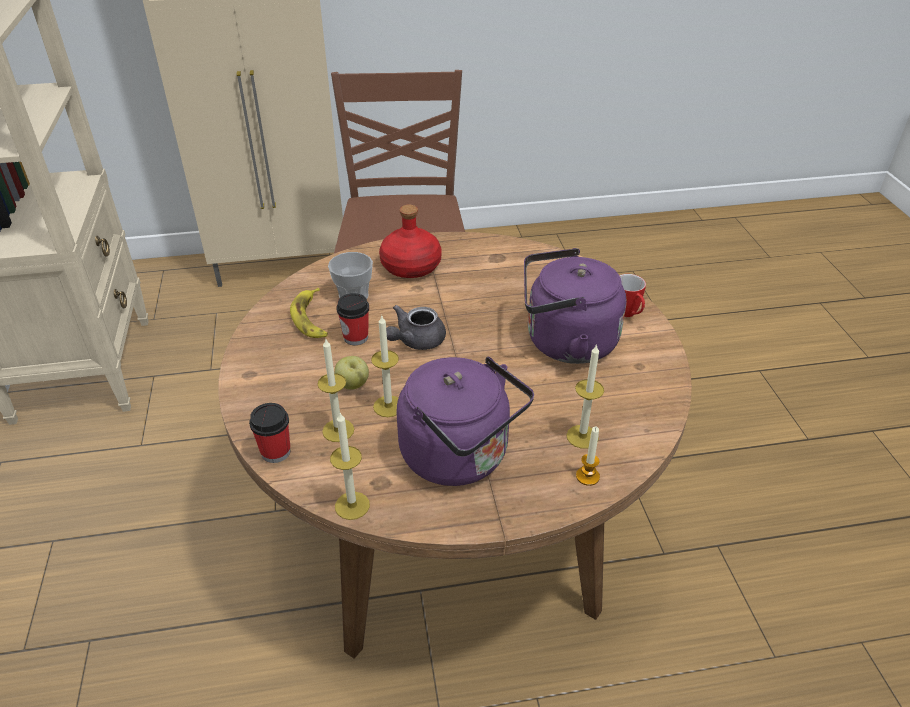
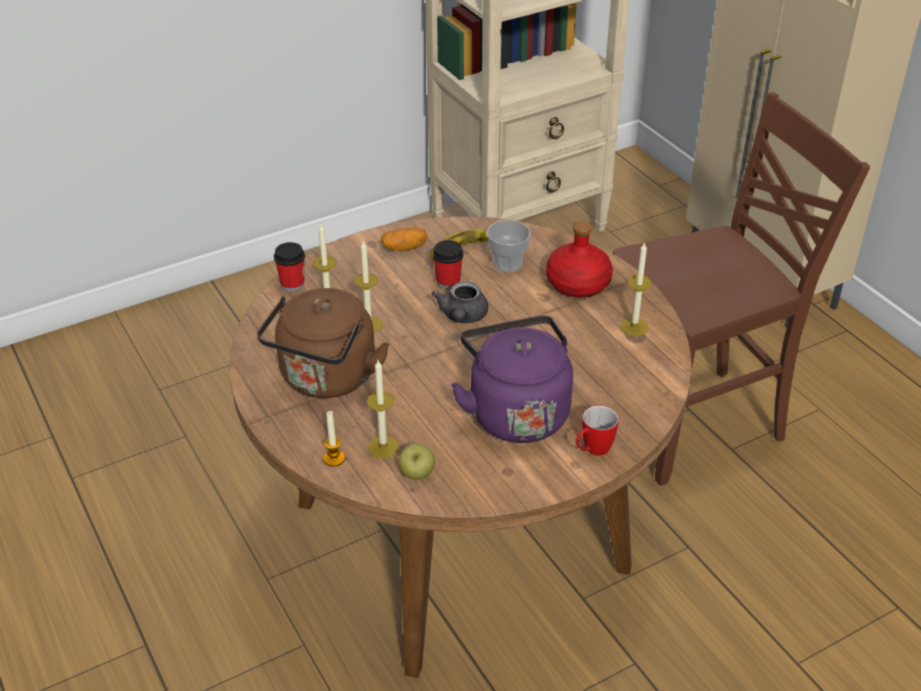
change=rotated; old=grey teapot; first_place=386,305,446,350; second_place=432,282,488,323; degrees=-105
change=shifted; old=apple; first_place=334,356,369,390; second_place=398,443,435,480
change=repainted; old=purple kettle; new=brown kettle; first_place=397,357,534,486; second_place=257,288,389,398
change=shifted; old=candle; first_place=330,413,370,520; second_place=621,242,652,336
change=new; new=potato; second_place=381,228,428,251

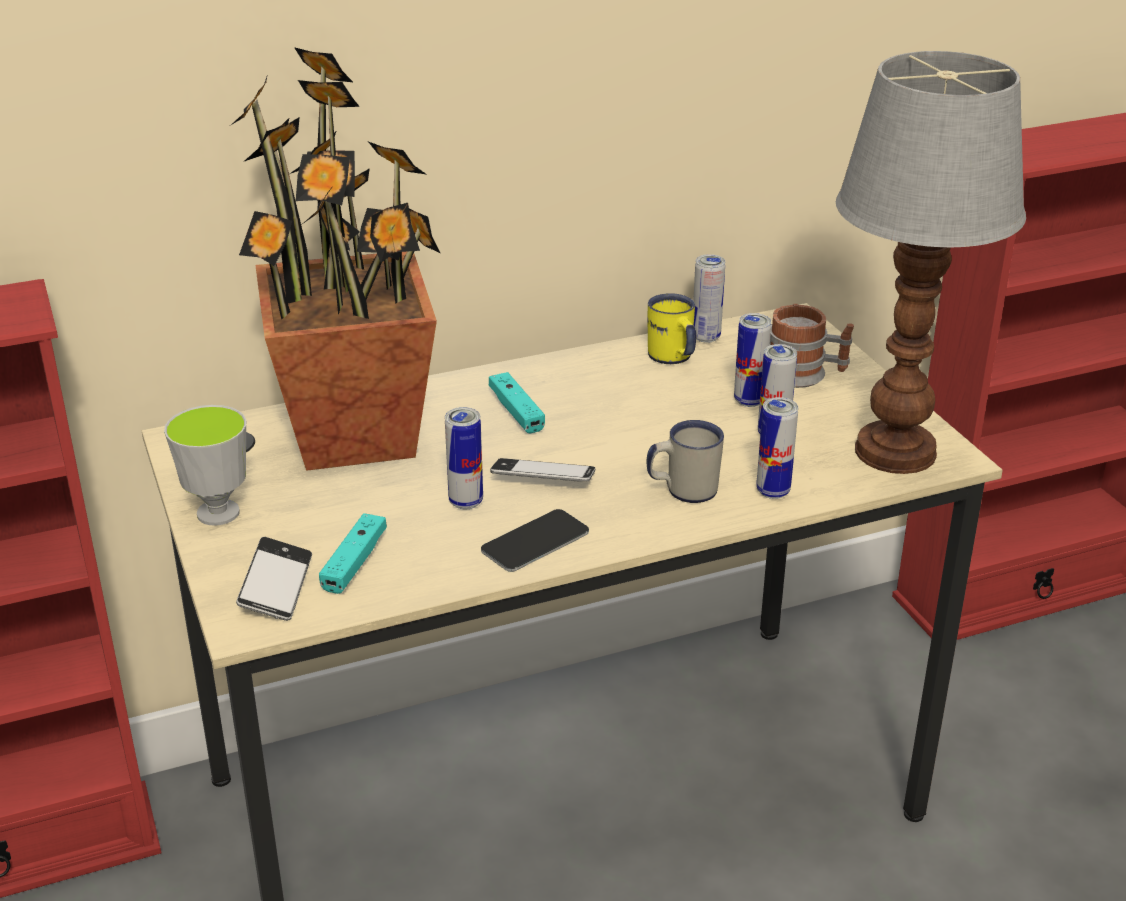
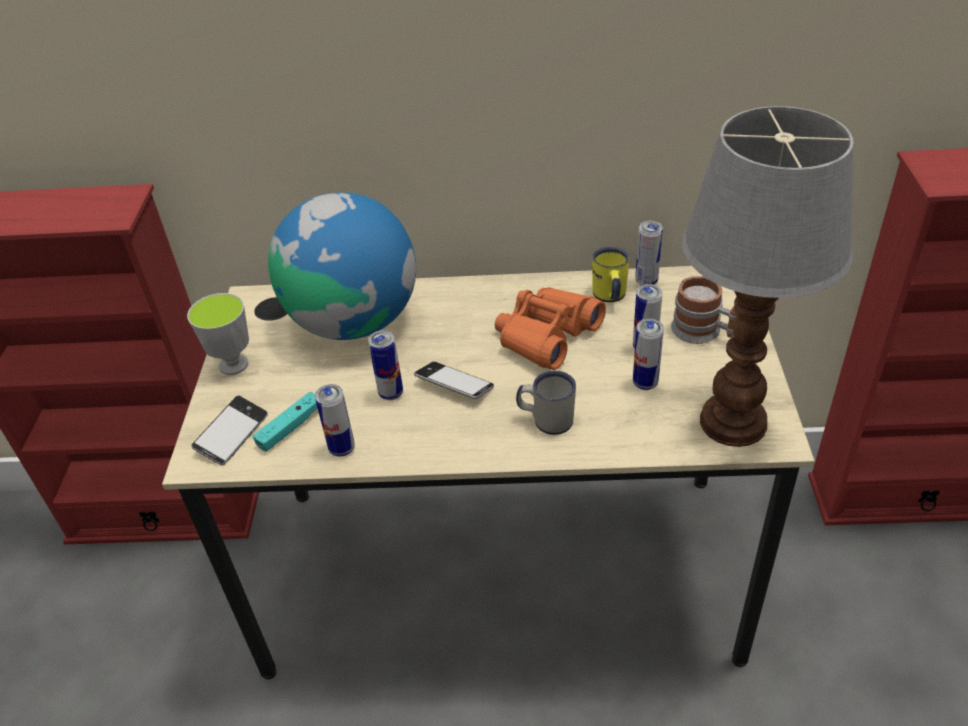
change=swapped; old=potted plant; new=globe; first_place=231,47,440,471; second_place=268,192,416,340
change=gone; old=turquoise game controller; first_place=489,372,545,433
change=shifted; old=can; first_place=756,397,798,499; second_place=315,384,355,457
change=gone; old=phone; first_place=481,509,589,572
change=new; new=orange binoculars; second_place=495,287,606,370

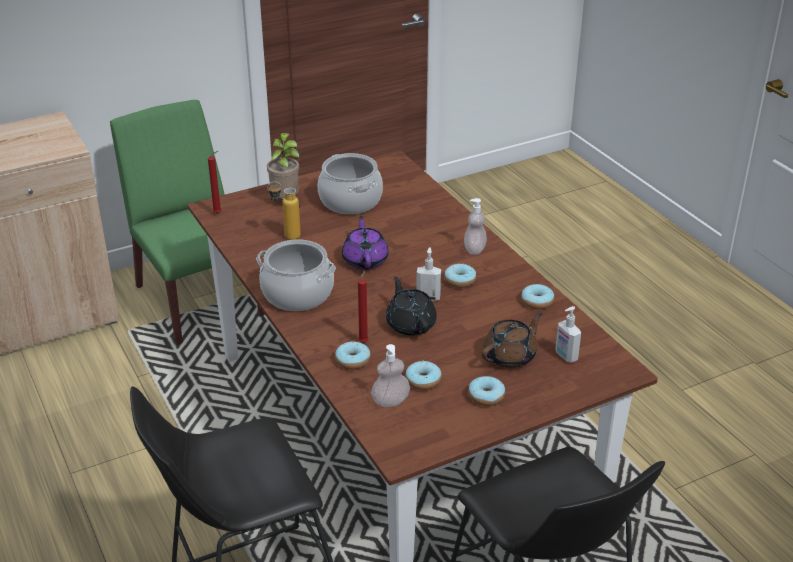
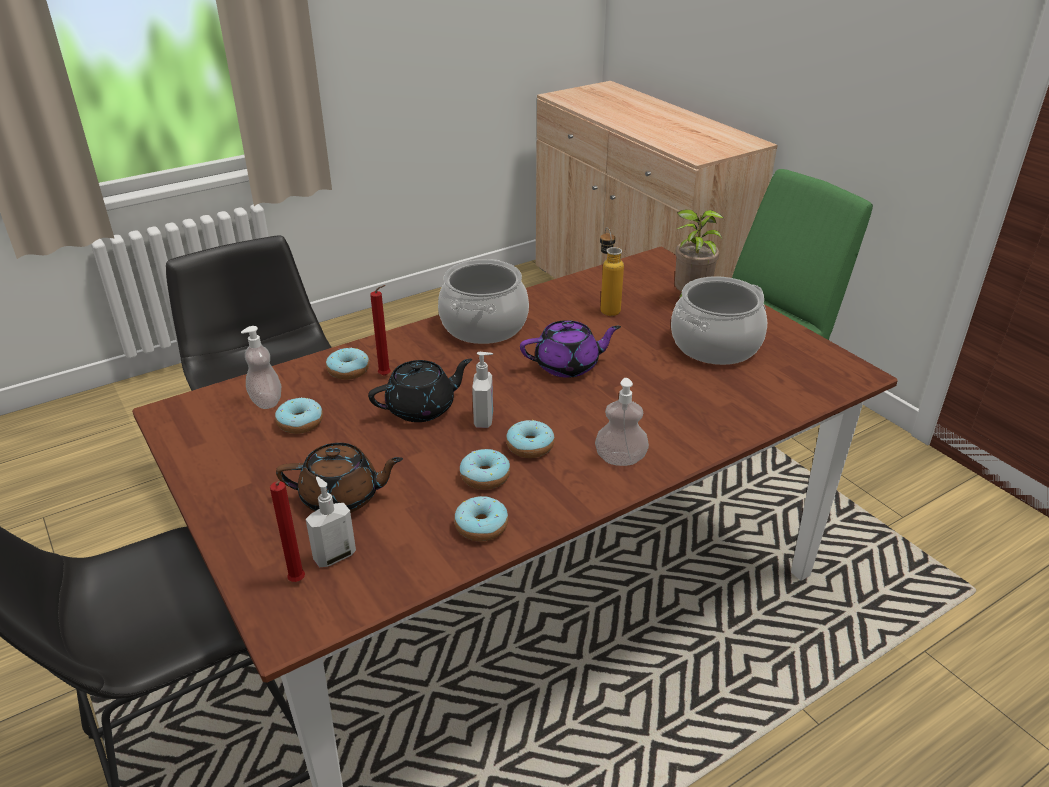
change=shifted; old=red candle; first_place=208,151,221,214; second_place=270,481,305,582
change=rotated; old=brown teapot; first_place=482,313,542,368; second_place=276,443,403,513; degrees=-45
change=shifted; old=donut; first_place=468,376,505,406; second_place=460,449,510,490

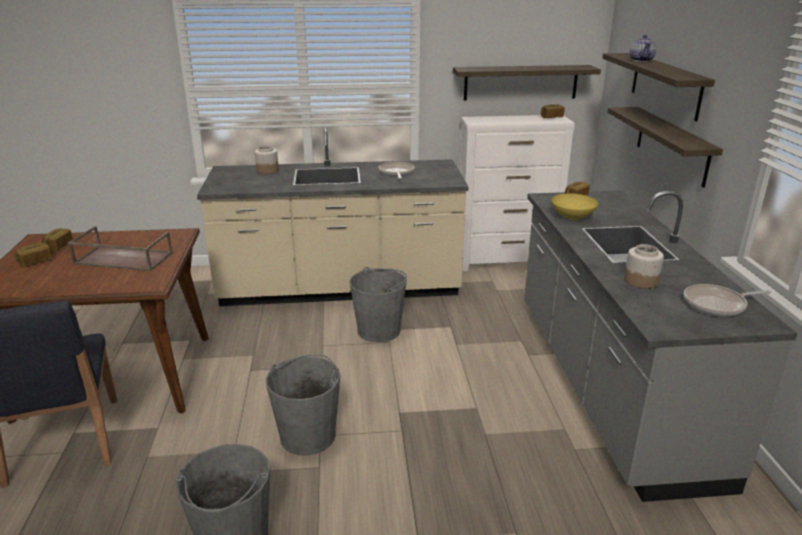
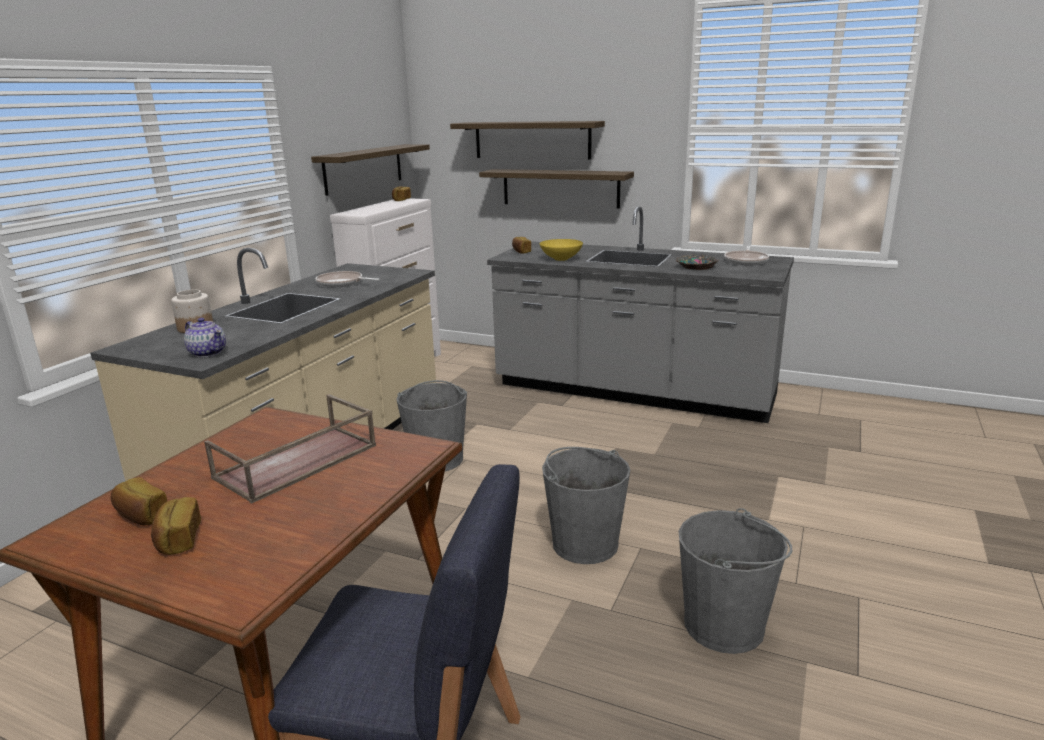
change=shifted; old=teapot; first_place=630,35,656,62; second_place=184,318,226,358
change=swapped; old=jar; new=bowl; first_place=624,244,664,289; second_place=676,254,719,270

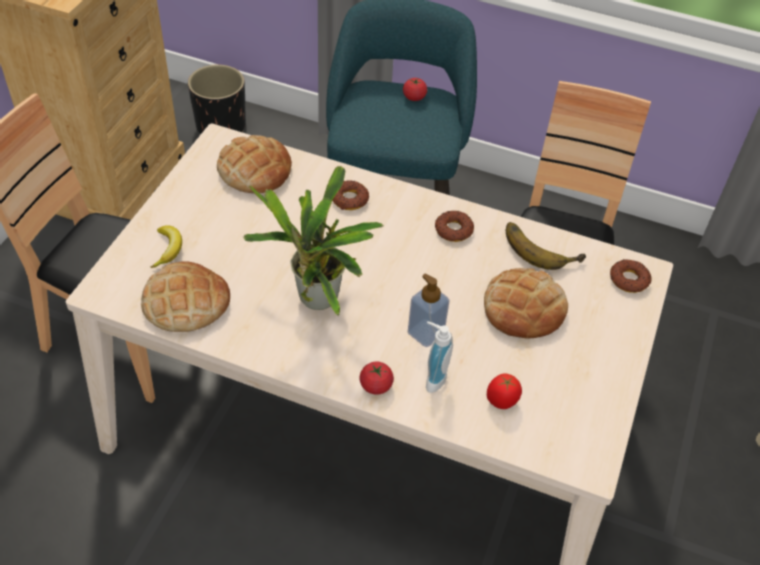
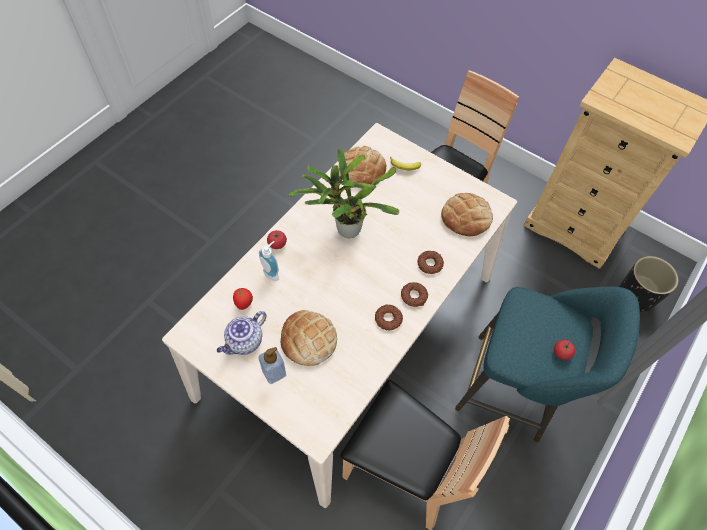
change=gone; old=banana; first_place=506,222,586,270
change=shifted; old=donut; first_place=610,259,651,293; second_place=401,282,428,307
change=shifted; old=soap dispenser; first_place=408,274,450,347; second_place=258,347,286,384
change=new; new=teapot; second_place=217,311,267,355

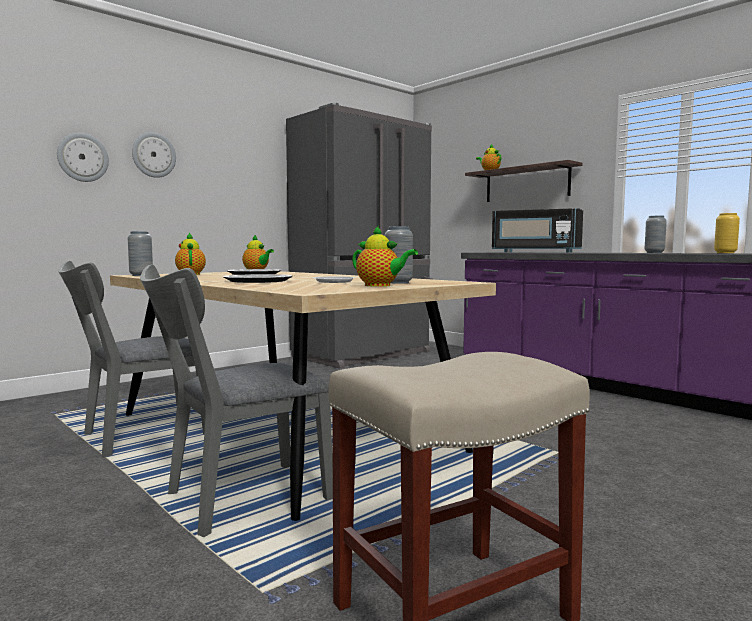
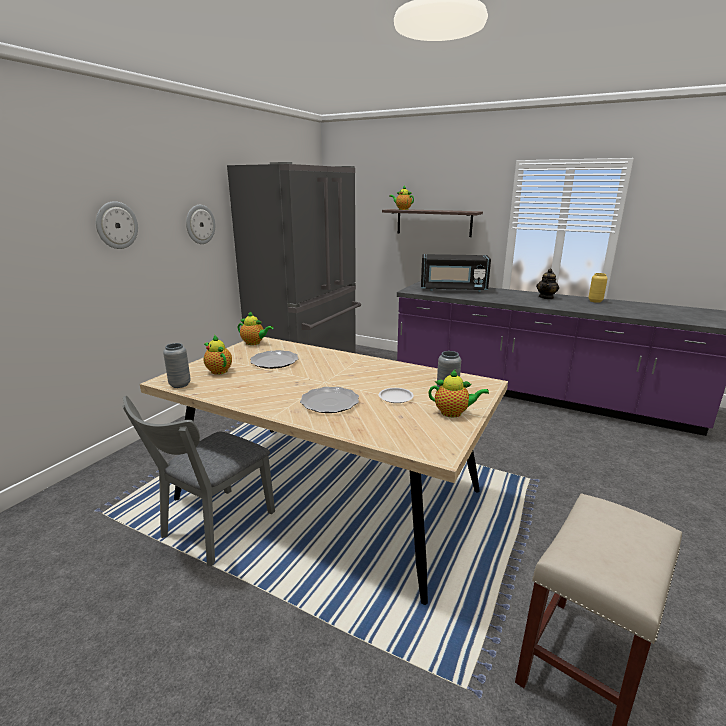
change=shifted; old=wall clock; first_place=57,133,109,182; second_place=186,205,215,244
change=swapped; old=grey vase; new=teapot; first_place=645,216,667,253; second_place=536,269,559,299
change=gone; old=grey chair; first_place=140,264,333,537

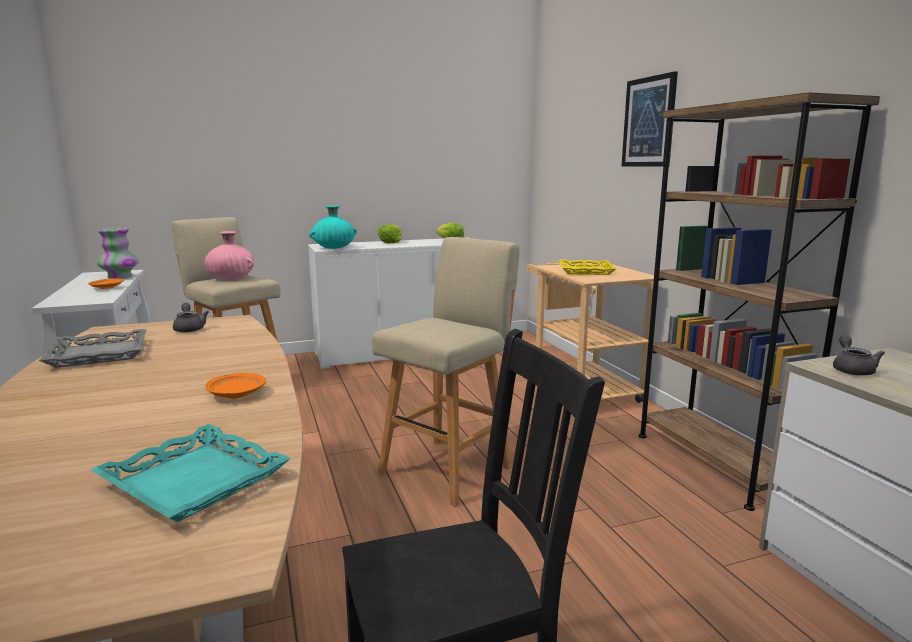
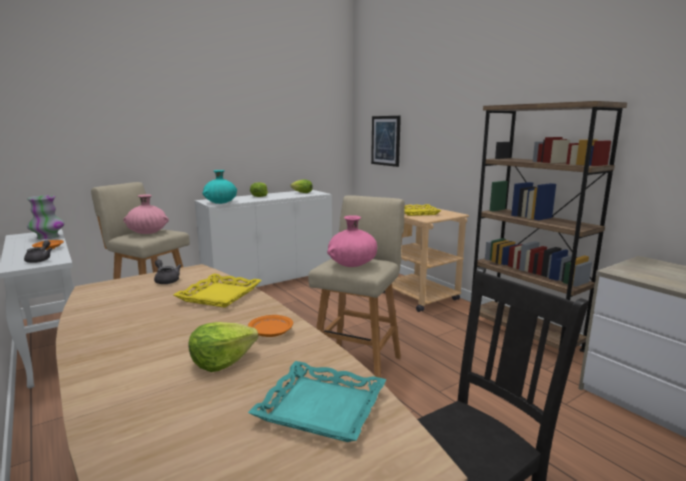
change=shifted; old=picture; first_place=622,71,678,167; second_place=371,116,401,167
change=gone; old=grey tray; first_place=39,329,147,368
change=shifted; old=grey teapot; first_place=833,335,885,376; second_place=24,240,52,263
change=new; new=pink vase; second_place=327,215,377,267
change=new; new=yellow tray; second_place=173,273,262,308
change=new; new=lettuce; second_place=188,322,258,372

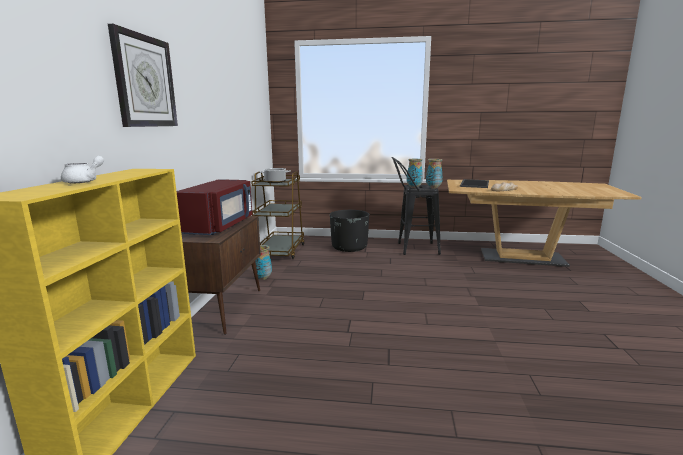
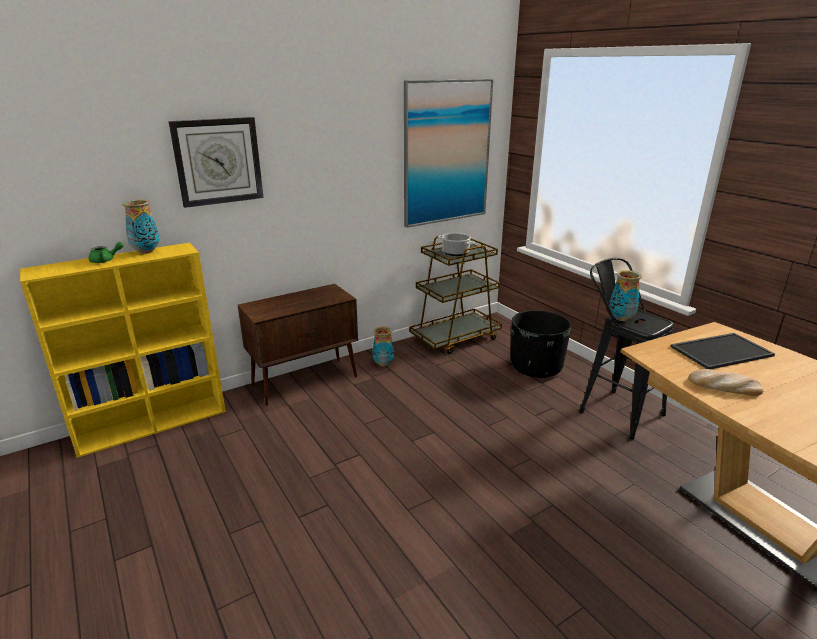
change=repainted; old=white teapot; new=green teapot; first_place=61,156,104,183; second_place=89,242,124,263
change=shifted; old=vase; first_place=426,159,443,189; second_place=122,199,160,254
change=gone; old=red microwave; first_place=176,179,252,235
change=new; new=picture; second_place=404,79,493,228

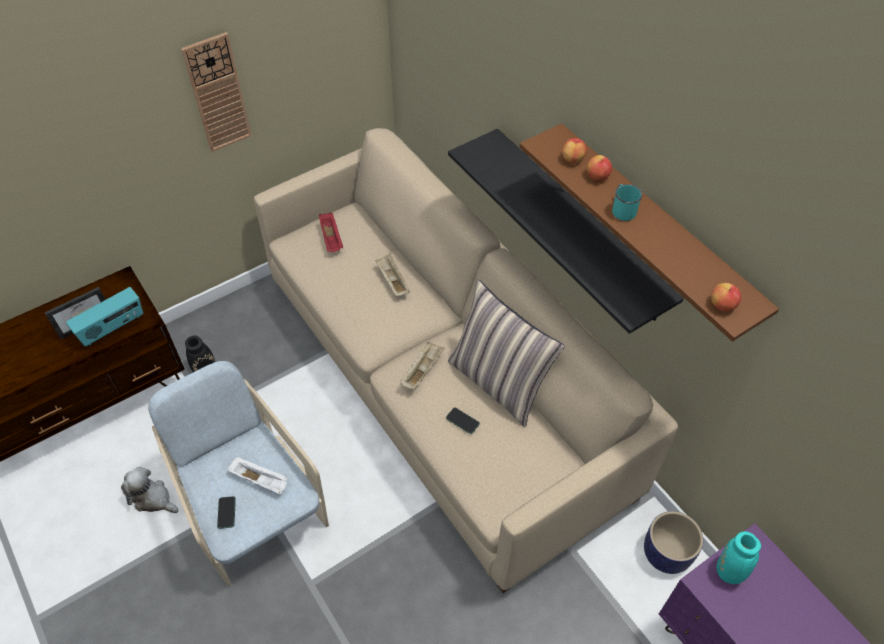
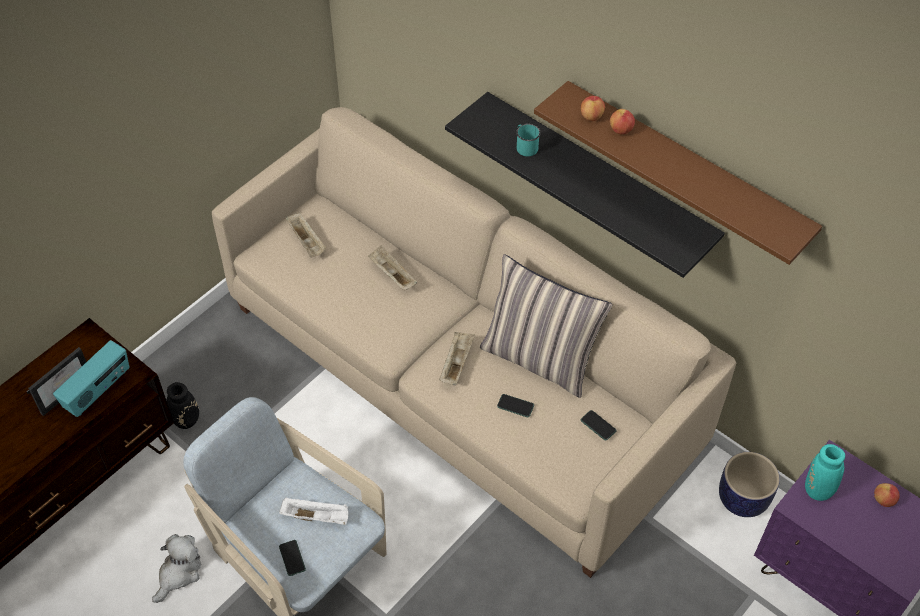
change=gone; old=wall clock; first_place=181,32,252,152
change=shifted; old=turquoise mug; first_place=612,184,643,221; second_place=516,124,541,157
change=repainted; old=red tray; new=beige tray; first_place=319,213,343,252; second_place=286,212,326,257
change=shifted; old=apple; first_place=711,283,741,312; second_place=874,483,900,507
change=rotated; old=plush toy; first_place=121,466,178,513; second_place=152,534,201,603; degrees=105
change=new; new=phone; second_place=581,410,617,441

